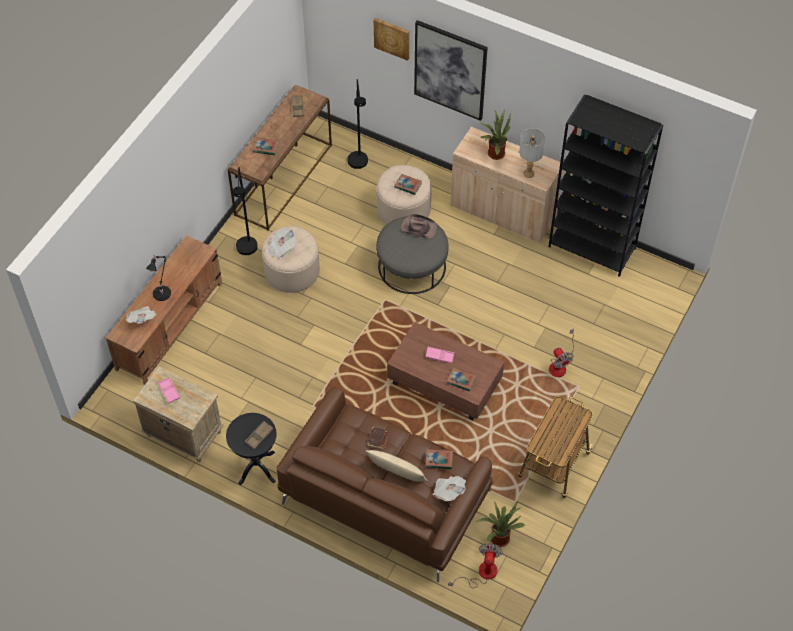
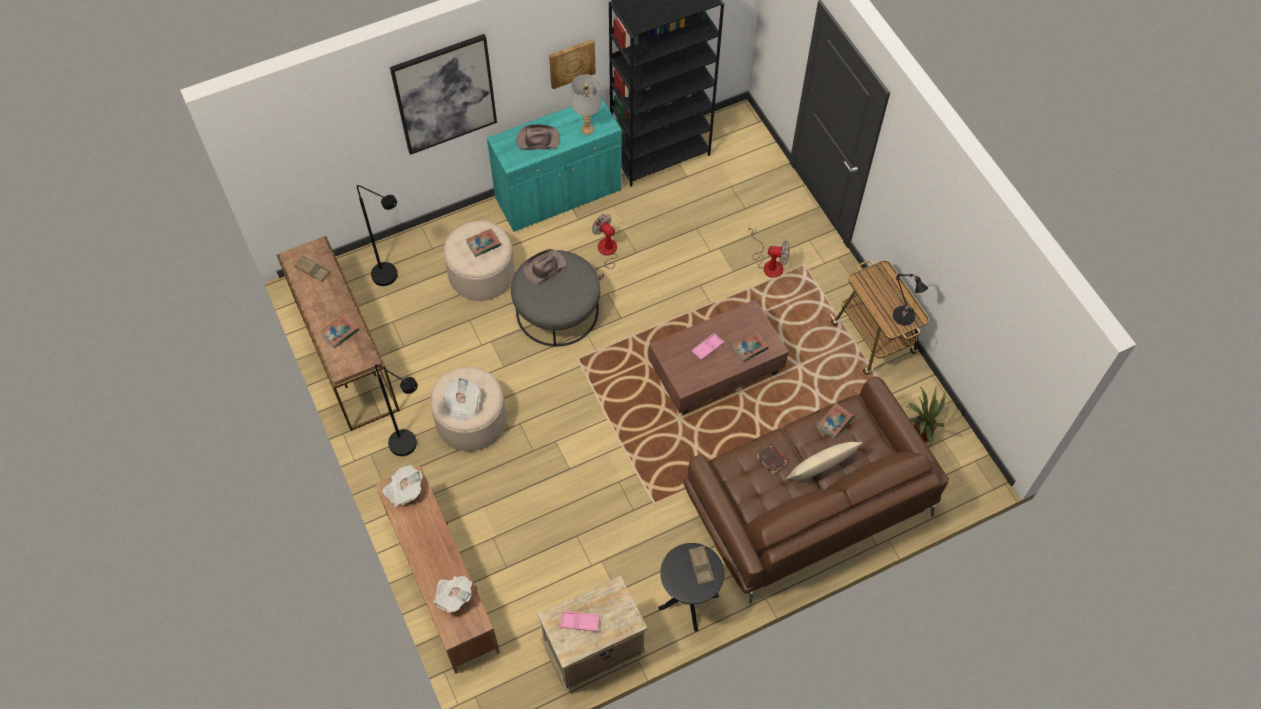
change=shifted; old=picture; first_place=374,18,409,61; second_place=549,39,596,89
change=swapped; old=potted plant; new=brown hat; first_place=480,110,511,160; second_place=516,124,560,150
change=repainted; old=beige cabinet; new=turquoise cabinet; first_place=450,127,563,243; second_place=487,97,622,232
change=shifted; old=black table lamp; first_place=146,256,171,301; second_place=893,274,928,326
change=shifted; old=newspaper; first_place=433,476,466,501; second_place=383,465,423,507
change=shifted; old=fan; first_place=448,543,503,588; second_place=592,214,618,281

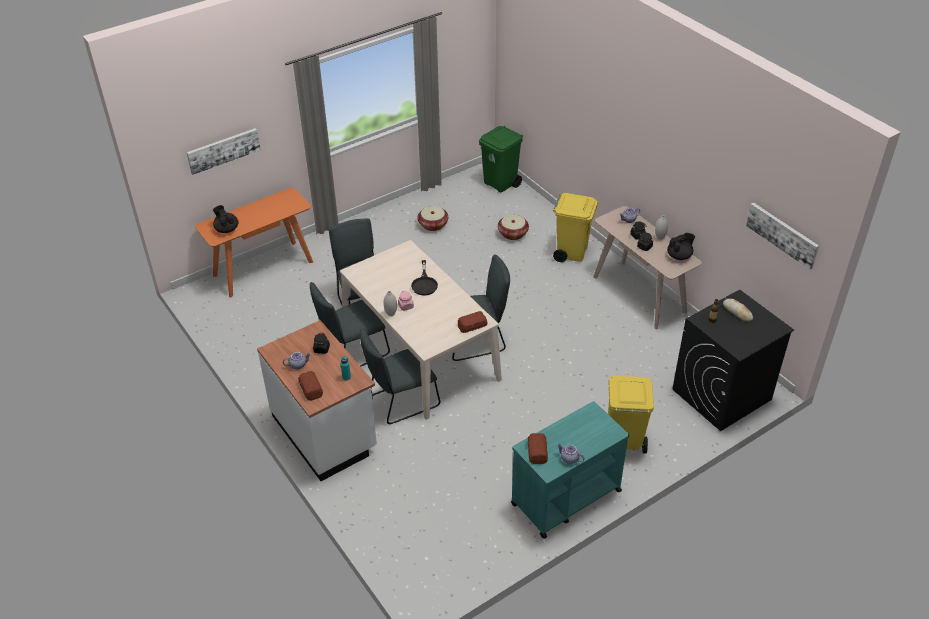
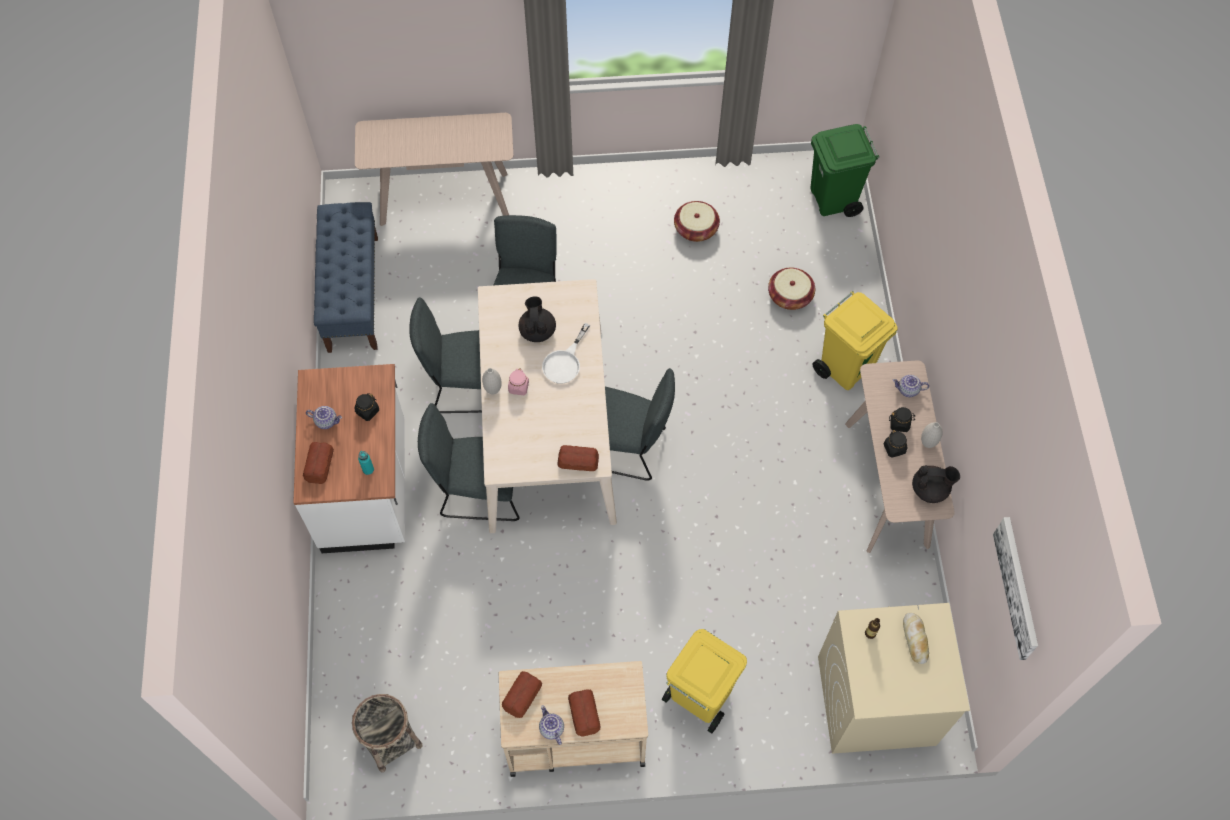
change=gone; old=picture; first_place=187,128,260,175
change=repainted; old=orange console table; new=beige console table; first_place=195,188,313,298; second_place=355,113,513,226
change=shifted; old=black teapot; first_place=213,205,238,233; second_place=519,296,556,342
change=repainted; old=black frying pan; new=white frying pan; first_place=411,260,438,296; second_place=542,323,590,384
change=repainted; old=black washing machine; new=beige washing machine; first_place=672,290,794,431; second_place=818,603,970,754
change=repainted; old=turquoise cart; new=beige cart; first_place=511,401,629,539; second_place=499,661,648,777
change=new; new=blue bench; second_place=314,202,378,353
change=new; new=bread; second_place=568,689,601,737
change=new; new=basket; second_place=352,694,423,772

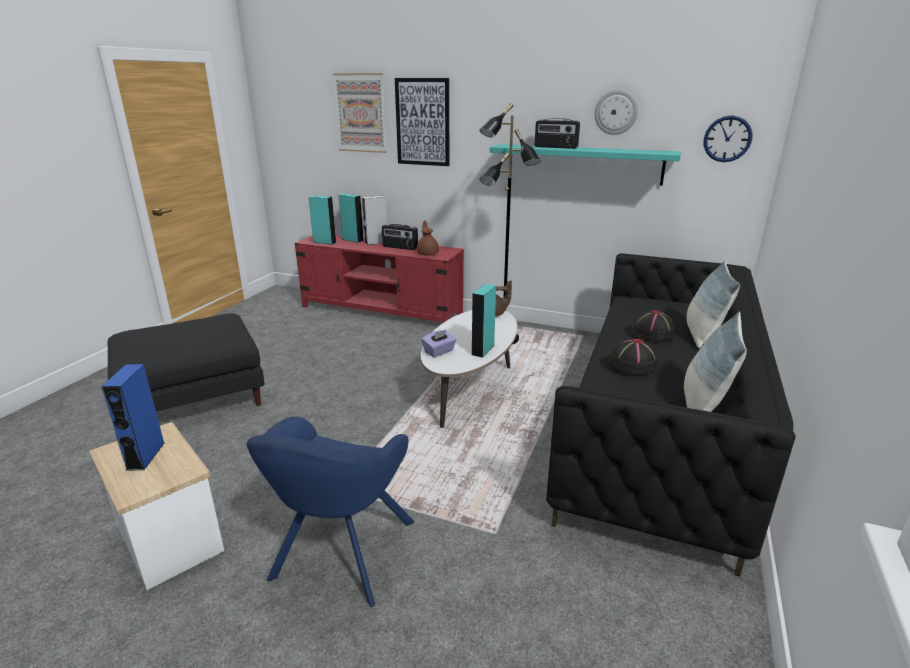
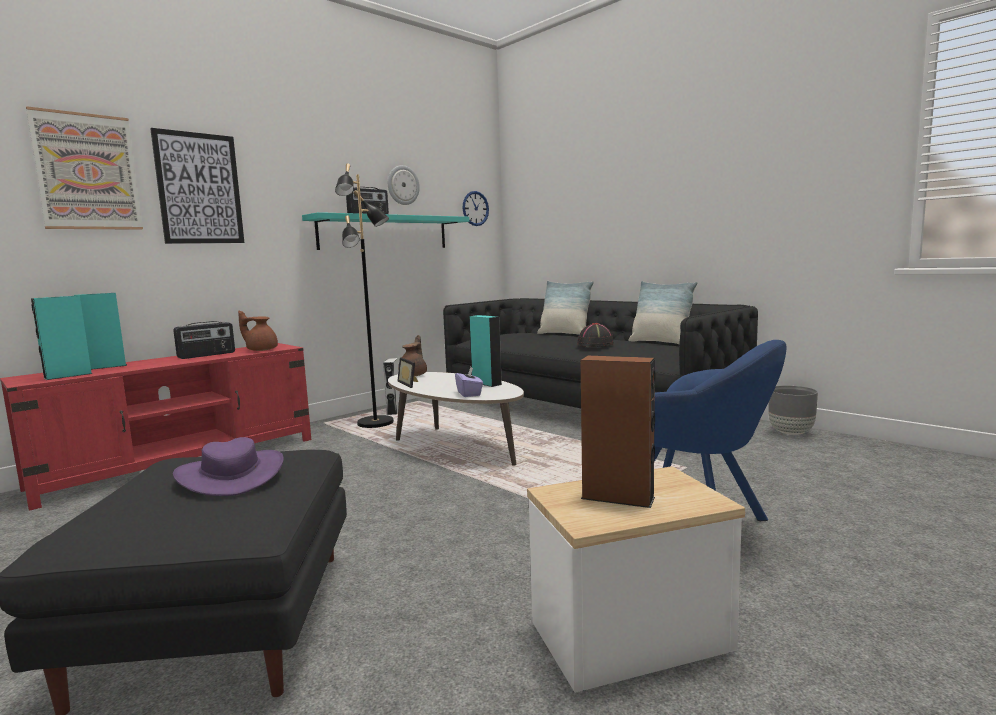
change=shifted; old=grey speaker; first_place=362,196,387,245; second_place=383,358,400,415
change=gone; old=black hat; first_place=632,310,675,342
change=repainted; old=blue speaker; new=brown speaker; first_place=101,364,164,471; second_place=581,356,656,508
change=new; new=picture frame; second_place=397,358,418,388
change=new; new=grey planter; second_place=768,386,818,435
change=new; new=purple hat; second_place=173,437,284,496

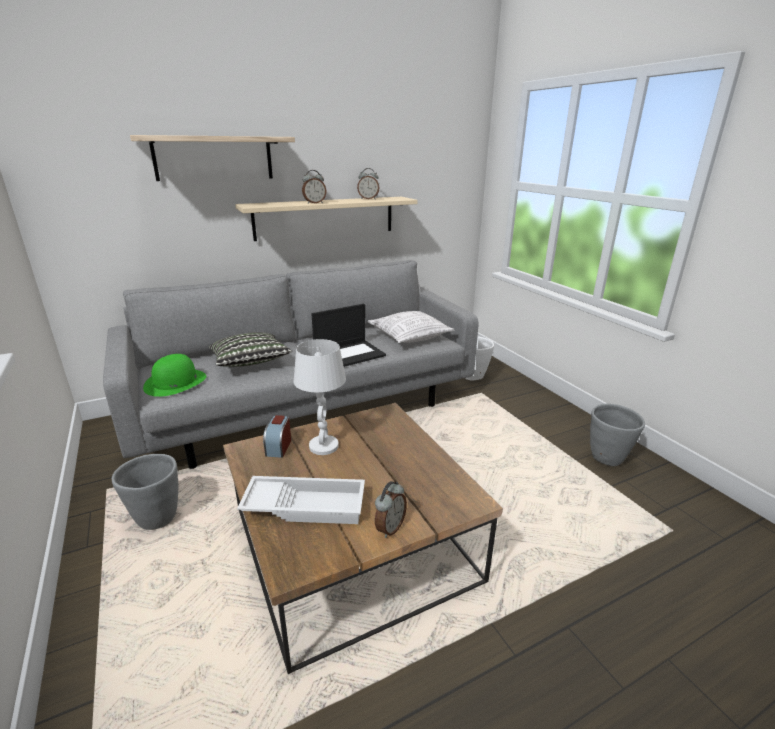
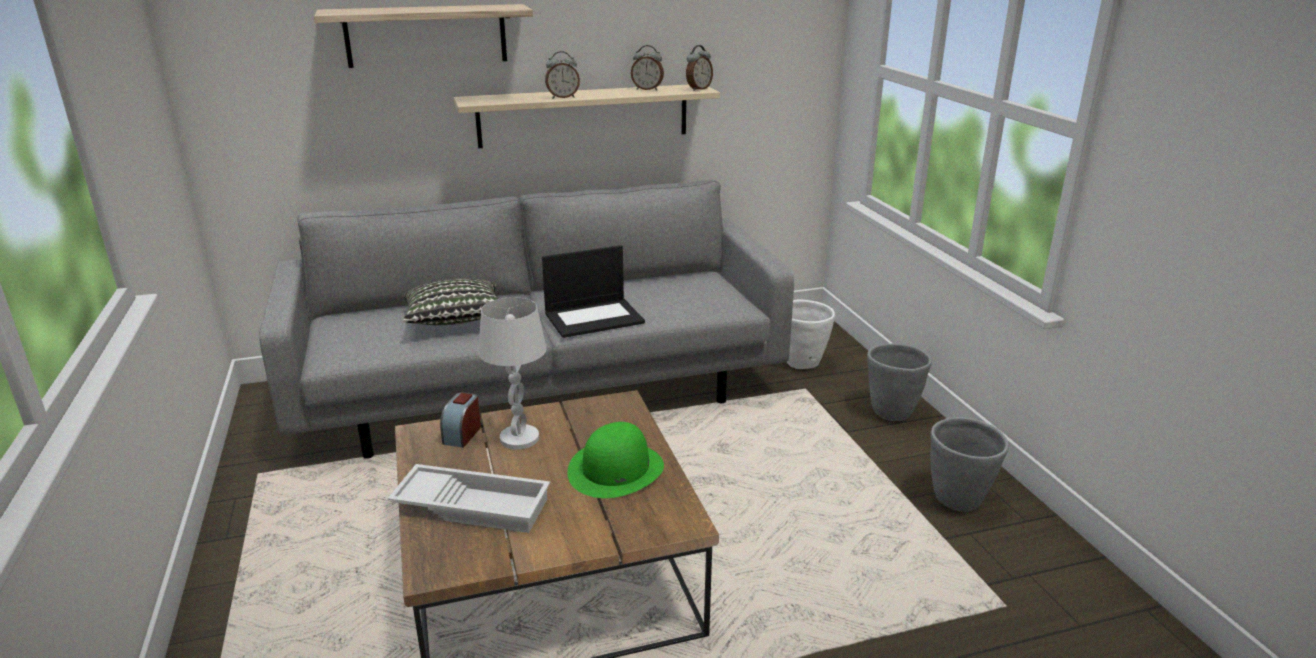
change=gone; old=pillow; first_place=368,311,455,343
change=shifted; old=green hat; first_place=143,354,206,397; second_place=567,422,664,498
change=shifted; old=grey planter; first_place=112,454,178,530; second_place=867,343,932,421
change=shifted; old=alarm clock; first_place=375,481,407,538; second_place=686,45,713,91

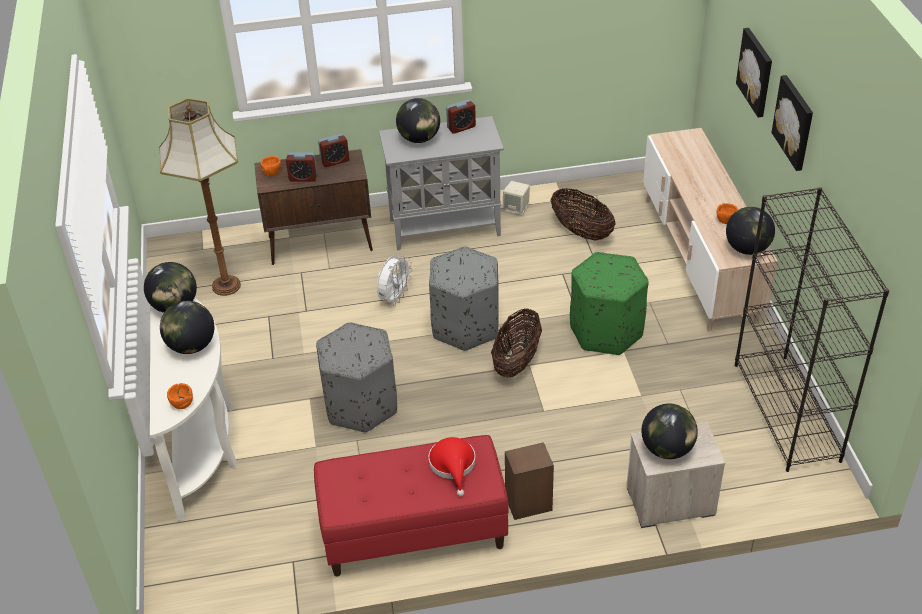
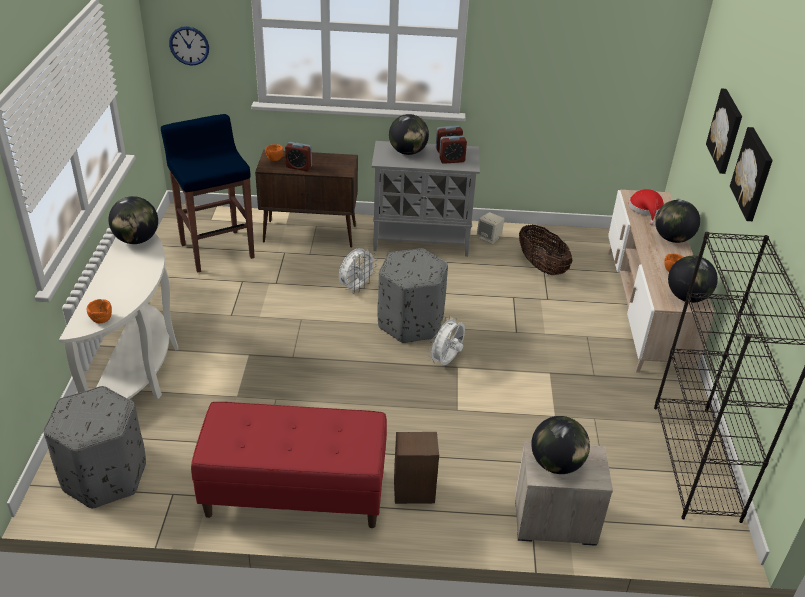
change=swapped; old=floor lamp; new=blue stool; first_place=159,98,241,296; second_place=161,114,255,273
change=shifted; old=alarm clock; first_place=318,133,349,167; second_place=439,135,467,164
change=gone; old=green ottoman; first_place=570,252,649,355
change=shifted; old=globe; first_place=160,301,214,354; second_place=655,200,700,243
change=swapped; old=basket; new=white fan; first_place=491,308,542,378; second_place=428,315,465,365
change=shifted; old=grey ottoman; first_place=316,322,397,432; second_place=43,386,146,509
change=shifted; old=red hat; first_place=429,437,476,496; second_place=629,189,664,225
change=new; new=wall clock; second_place=169,26,209,66

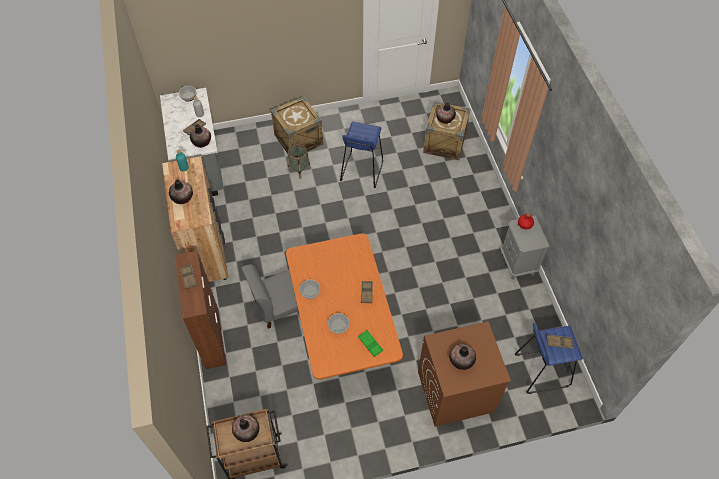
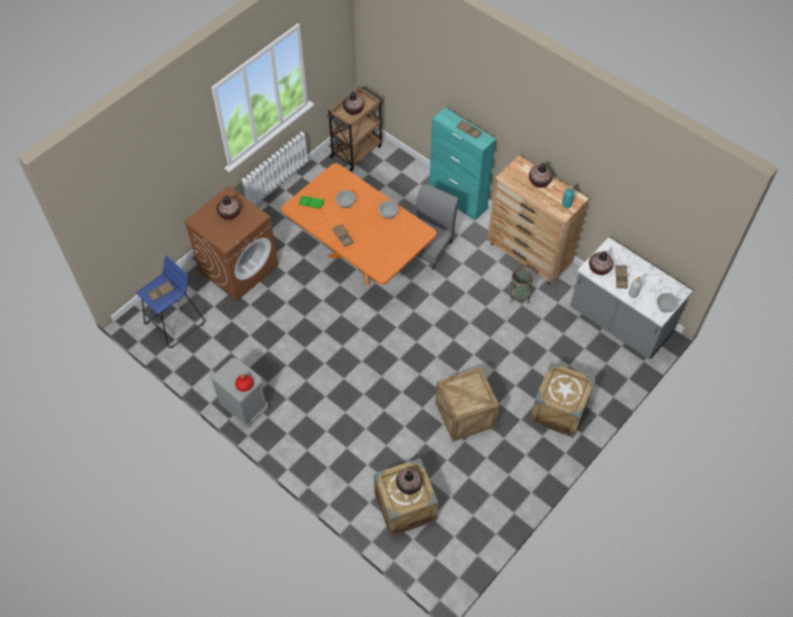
change=swapped; old=blue stool; new=crate; first_place=340,122,383,188; second_place=435,366,499,442
change=shifted; old=basket; first_place=288,144,311,179; second_place=509,268,533,304
change=repainted; old=brown cabinet; new=turquoise cabinet; first_place=175,251,227,369; second_place=429,107,496,221

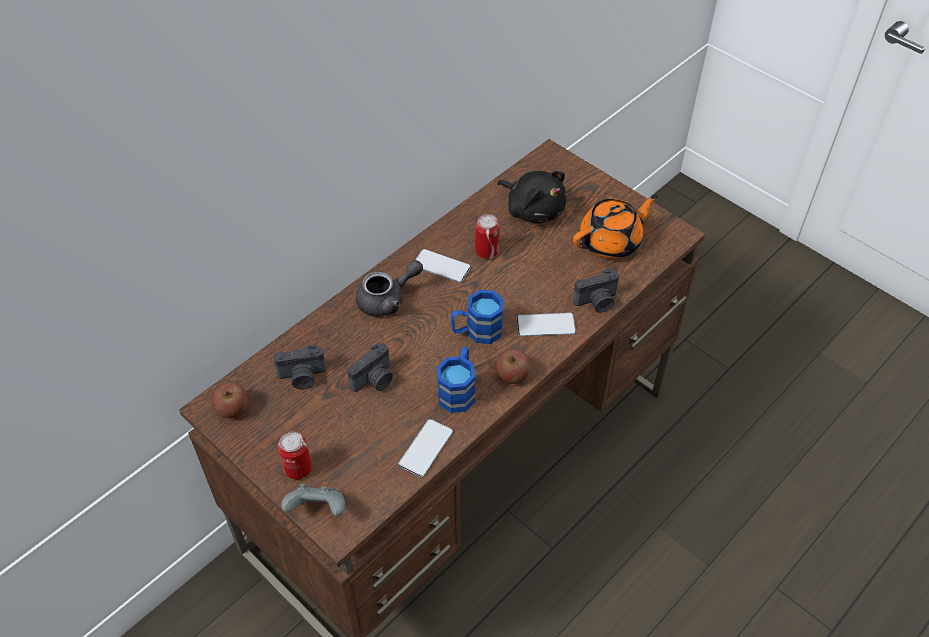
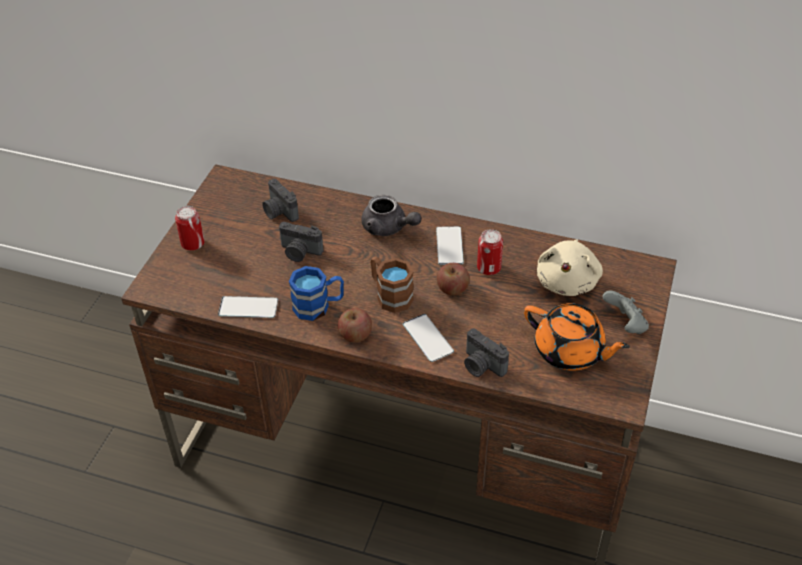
change=repainted; old=black plush toy; new=beige plush toy; first_place=497,171,567,224; second_place=537,240,603,296
change=repainted; old=blue mug; new=brown mug; first_place=451,290,504,344; second_place=370,256,414,313
change=shifted; old=apple; first_place=212,382,249,418; second_place=437,263,470,296
change=shifted; old=grey game controller; first_place=281,484,345,516; second_place=603,291,649,334

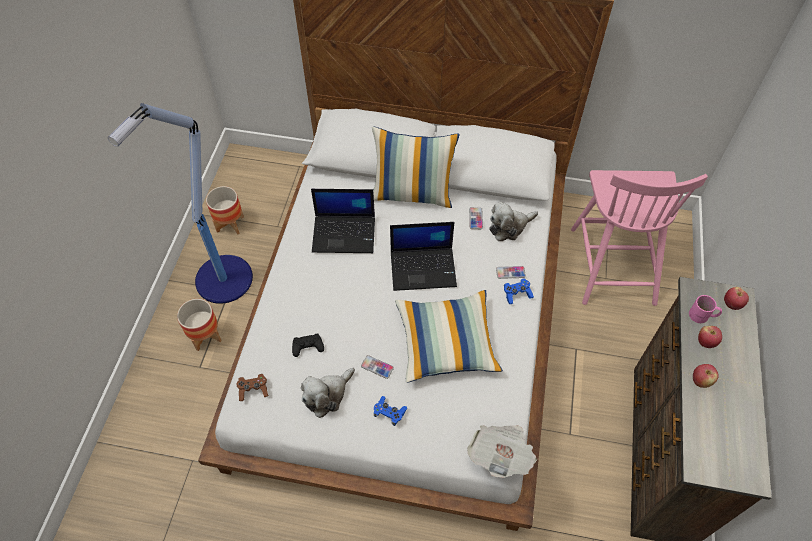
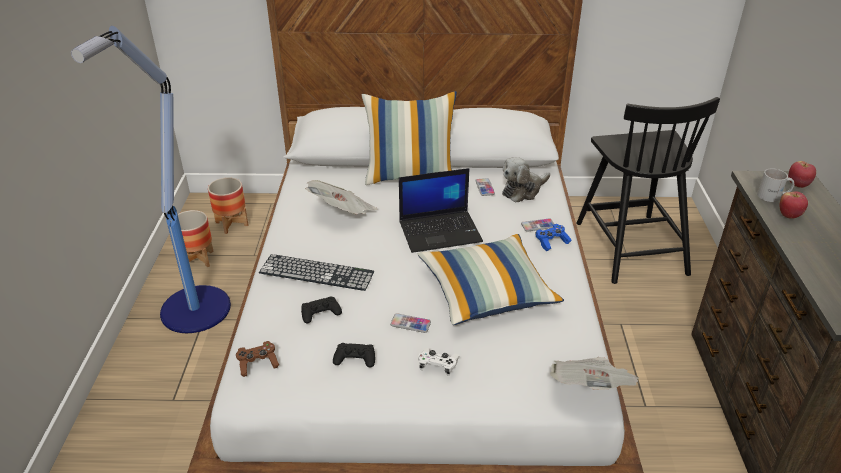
change=repainted; old=pink chair; new=black chair; first_place=571,170,708,306; second_place=576,97,720,284
change=swapped; old=laptop; new=newspaper; first_place=311,189,375,253; second_place=305,180,377,214
change=repainted; old=pink mug; new=white mug; first_place=689,295,722,323; second_place=757,168,794,202
change=shifted; old=planter; first_place=177,299,221,351; second_place=208,177,248,234
change=gone; old=apple; first_place=693,364,719,388
change=swapped; old=plush toy; new=black game controller; first_place=301,368,355,418; second_place=333,343,375,367
change=repainted; old=blue game controller; new=white game controller; first_place=373,396,407,426; second_place=418,348,460,376
change=new; new=keyboard; second_place=259,254,374,291

